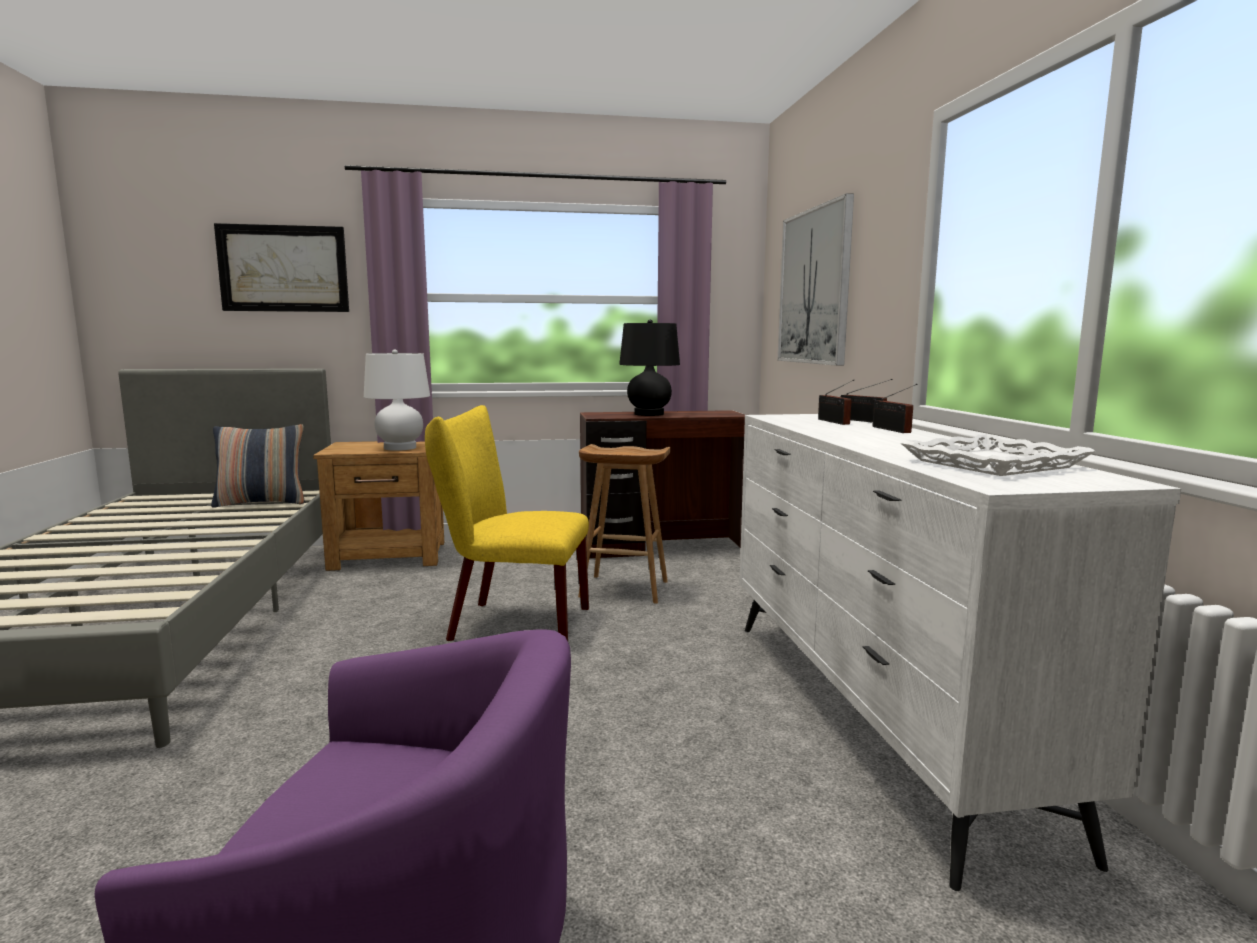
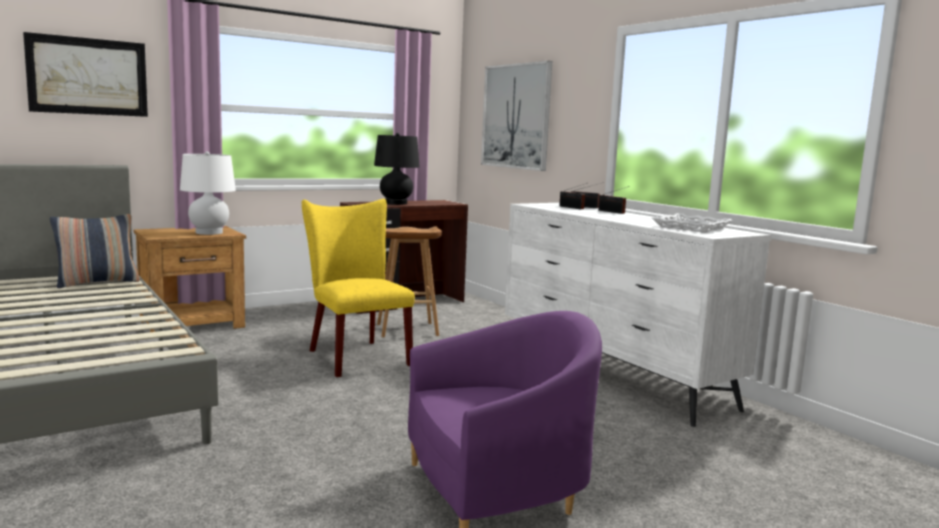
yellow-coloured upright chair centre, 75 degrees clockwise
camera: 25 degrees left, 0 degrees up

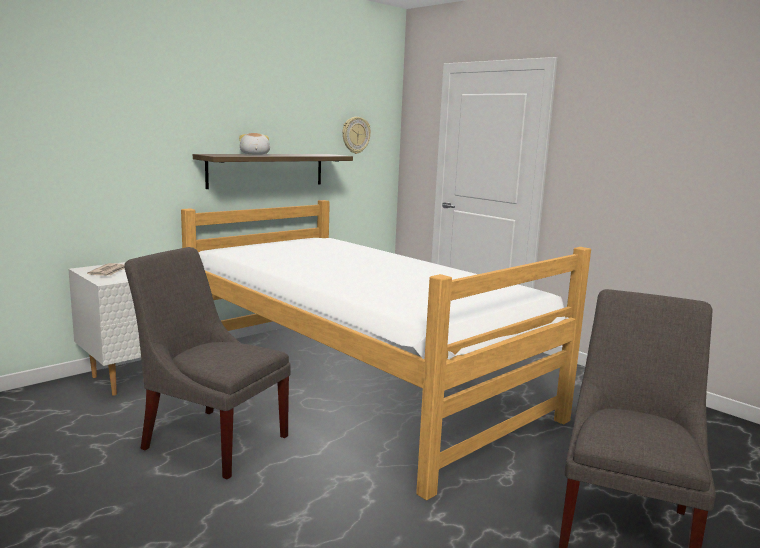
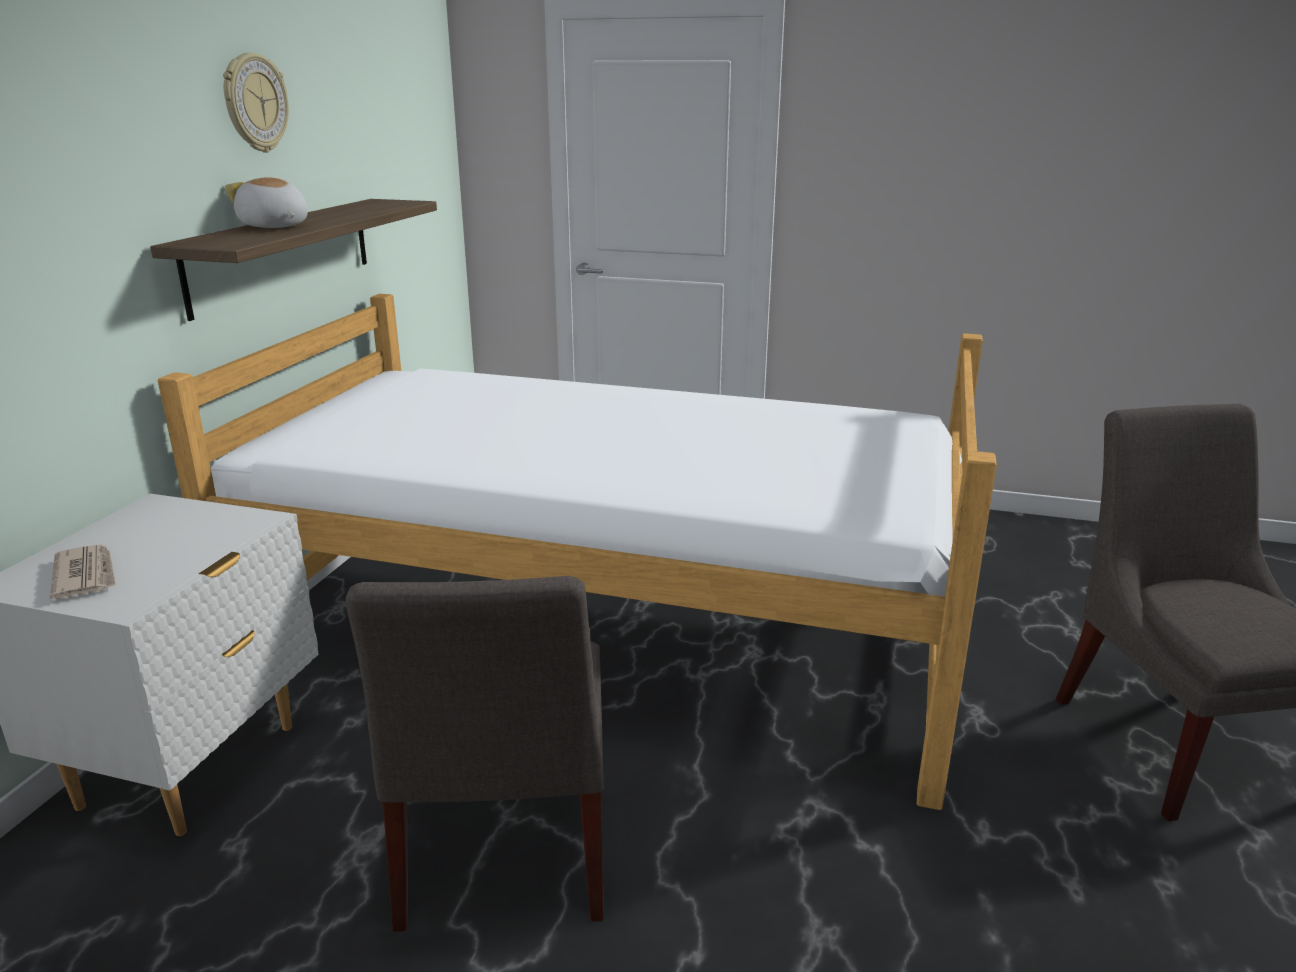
wall clock top centre → wall clock top left, shifted
gray upright chair (no. 1 from left) middle left → gray upright chair (no. 1 from left) bottom centre, 90 degrees counterclockwise
camera: 30 degrees left, 10 degrees up

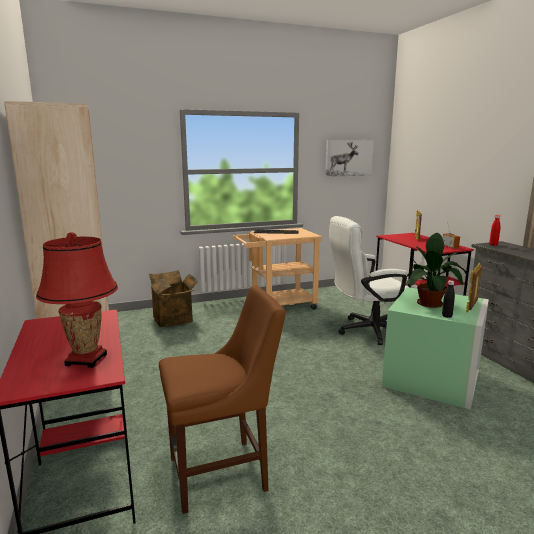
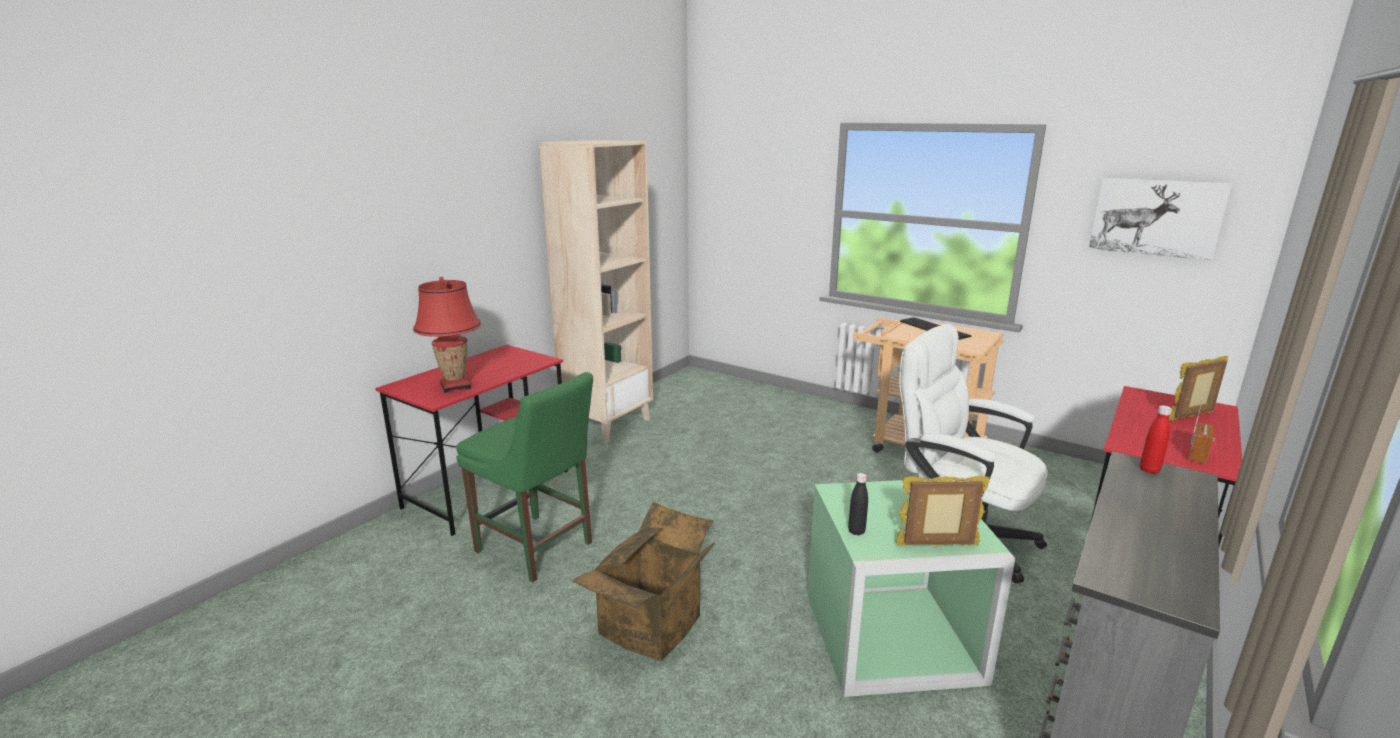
potted plant middle right → -
packing box middle left → packing box bottom centre, shifted
brownish upright chair bottom centre → green-coloured upright chair centre
camera: 55 degrees right, 5 degrees up

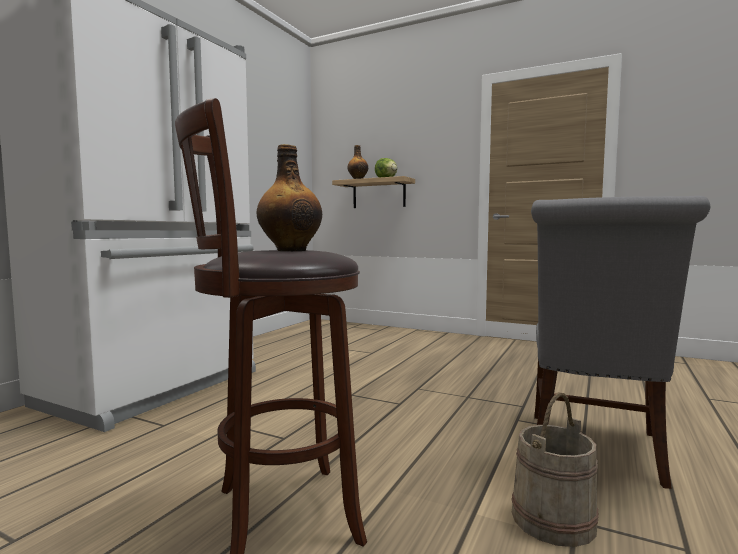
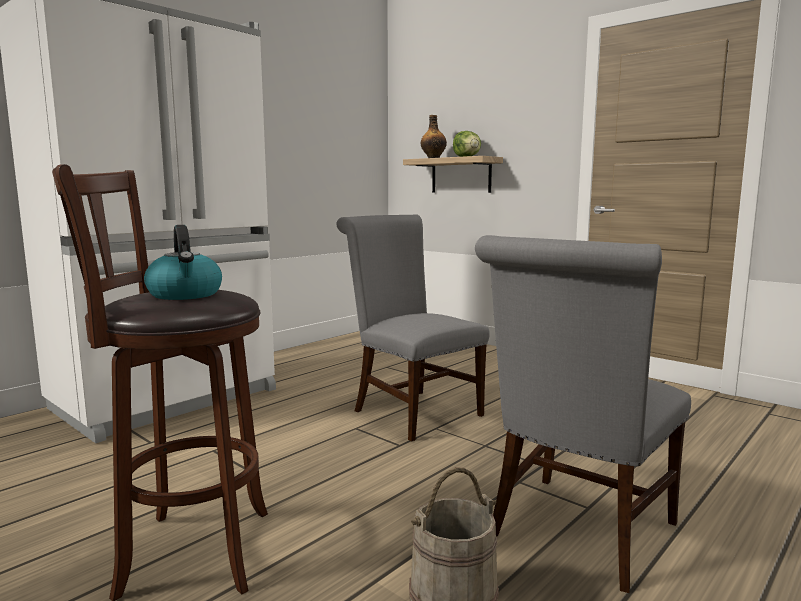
- → gray upright chair (no. 1 from left) centre
beverage bottle (no. 1 from left) centre → tea kettle middle left
camera: 15 degrees right, 5 degrees up

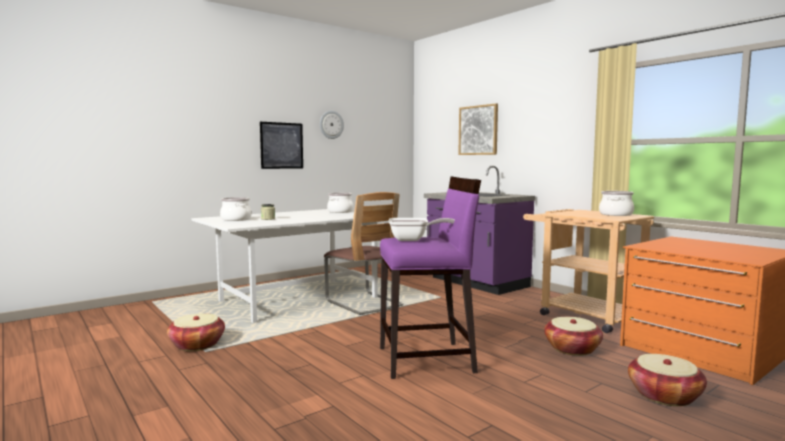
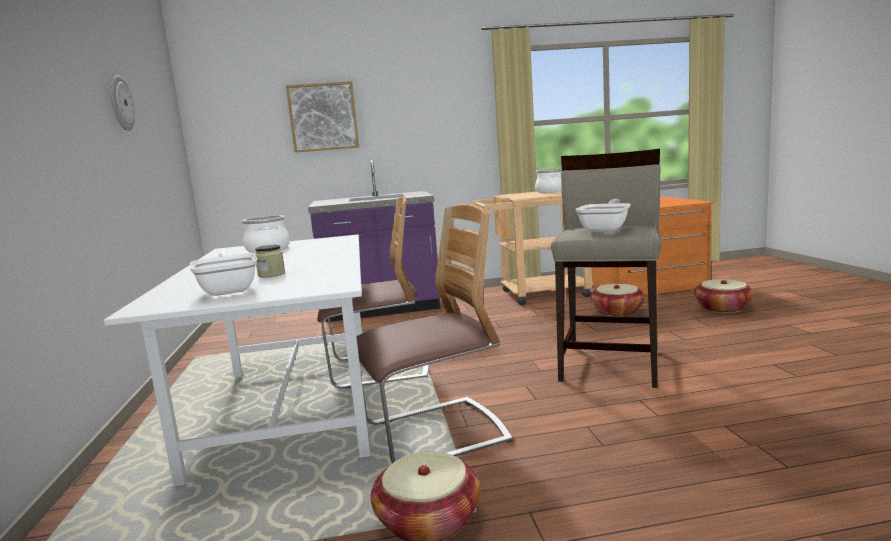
picture (no. 1 from left) top centre → -
- → upright chair (no. 2 from left) centre
cooking pot (no. 1 from left) middle left → pan (no. 1 from left) middle left
purplish stool seat centre → sand-coloured stool seat middle right
camera: 60 degrees left, 5 degrees up

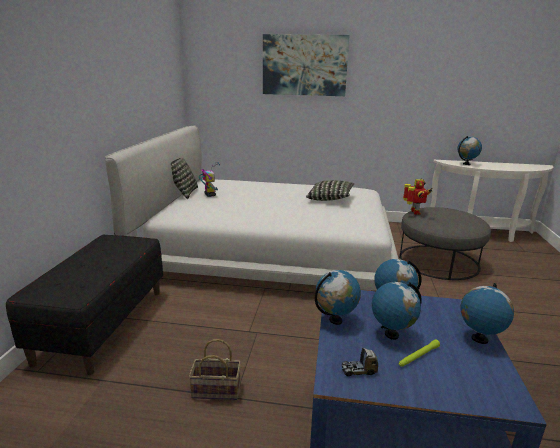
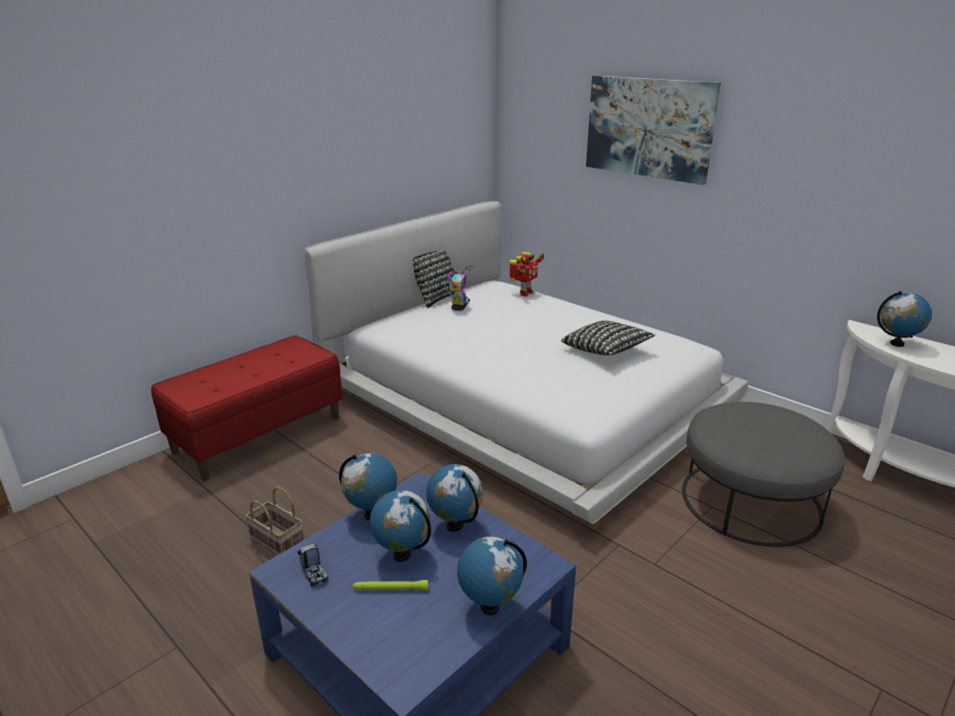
robot figure (no. 2 from left) middle right → robot figure (no. 2 from left) centre, shifted
black indoor bench bottom left → reddish indoor bench middle left
model truck bottom centre → model truck bottom left, 150 degrees counterclockwise
camera: 35 degrees right, 5 degrees up

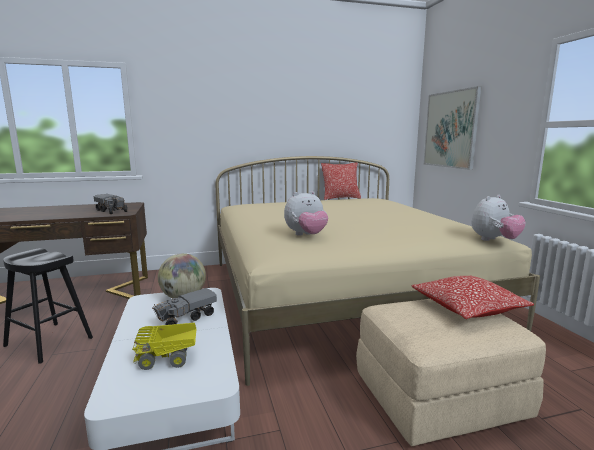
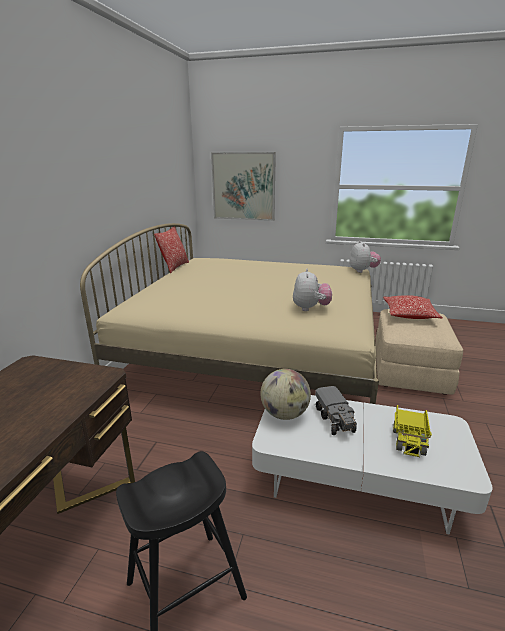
model truck (no. 1 from left) middle left → -
camera: 60 degrees left, 10 degrees up

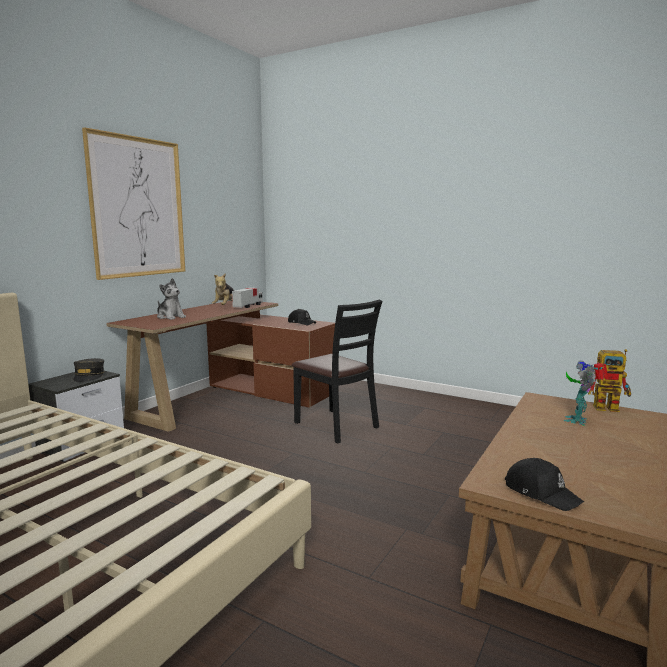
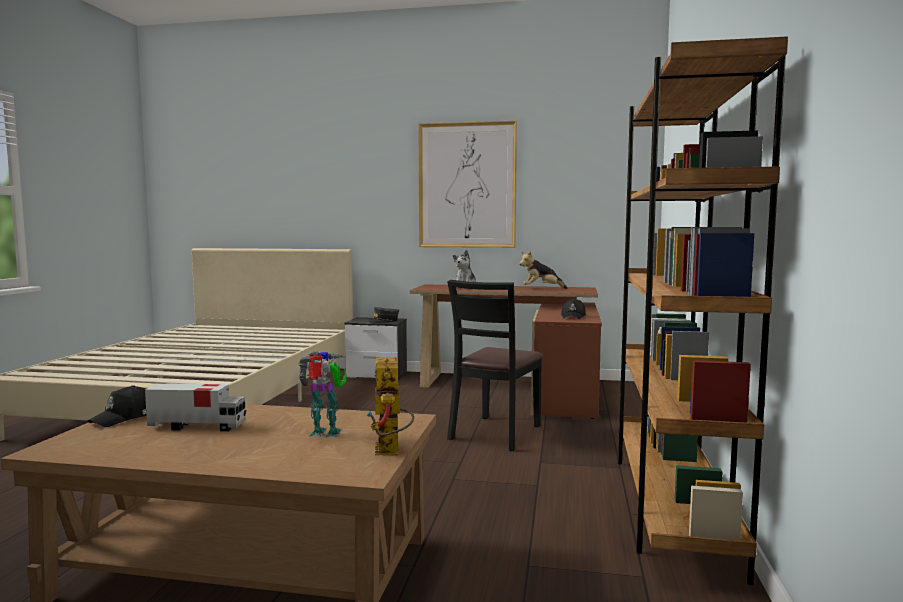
- → brownish shelving unit middle right
model truck centre → model truck bottom left, shifted
camera: 70 degrees right, 5 degrees down

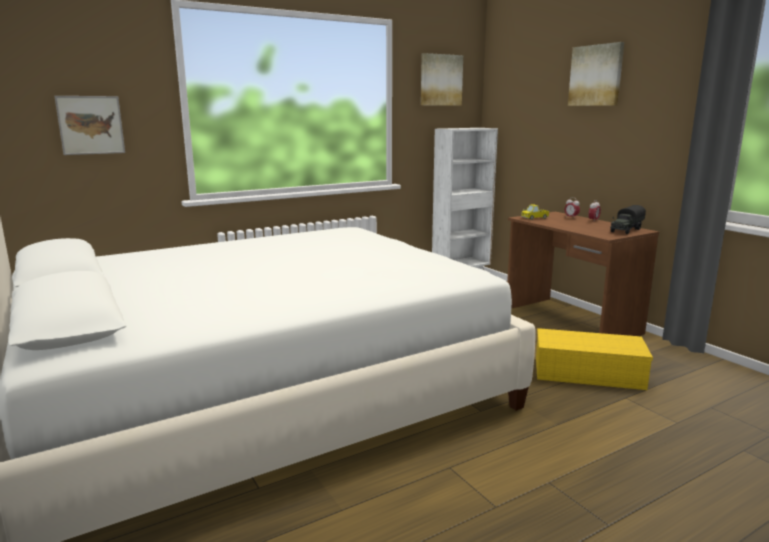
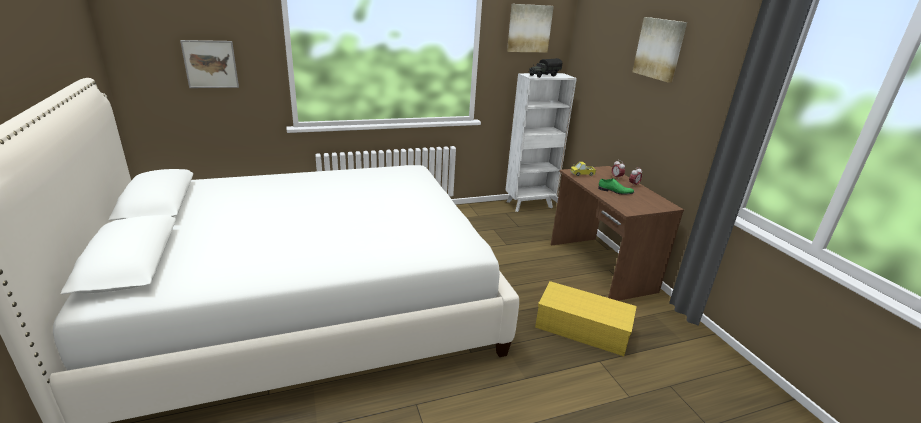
- → green-coloured low shoe middle right
model truck (no. 2 from left in the first image) middle right → model truck (no. 1 from left) top centre, shifted
camera: 10 degrees right, 10 degrees up

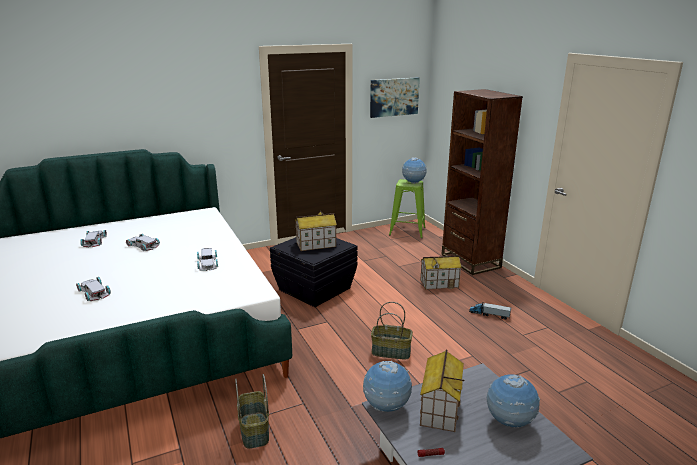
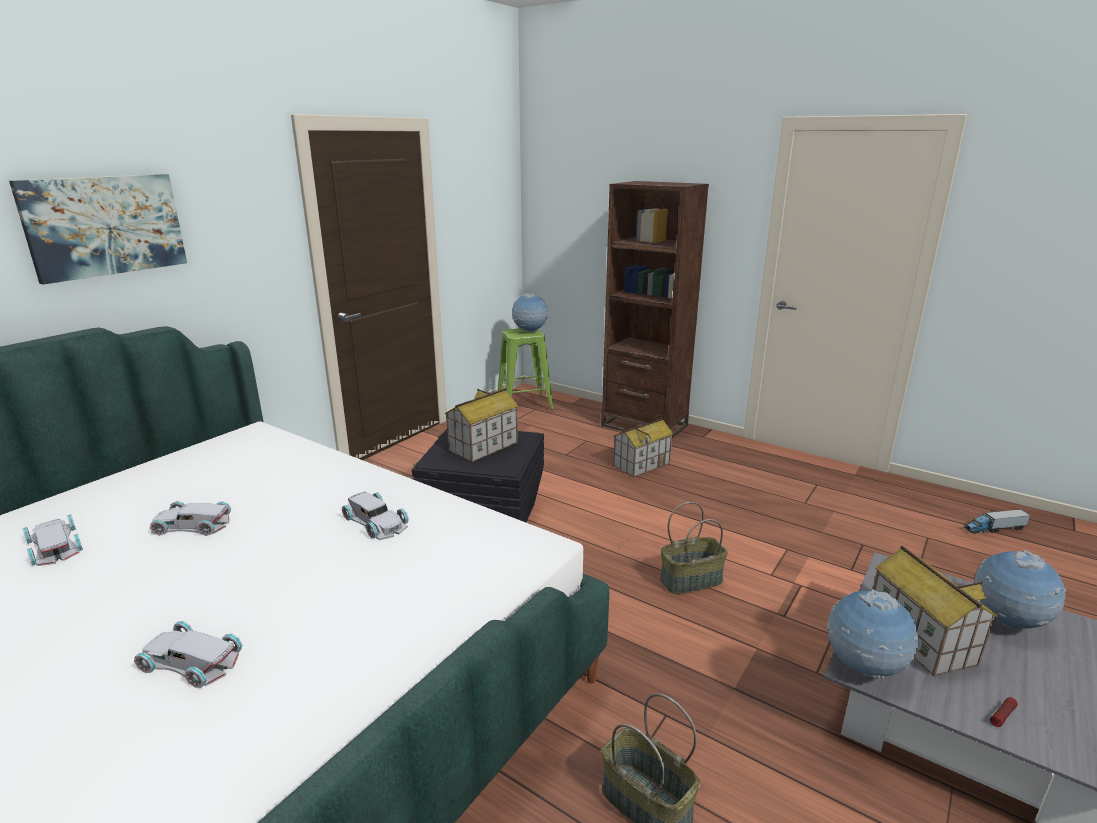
picture top centre → picture top left, shifted
model truck bottom right → model truck middle right, shifted
camera: 30 degrees left, 0 degrees up

